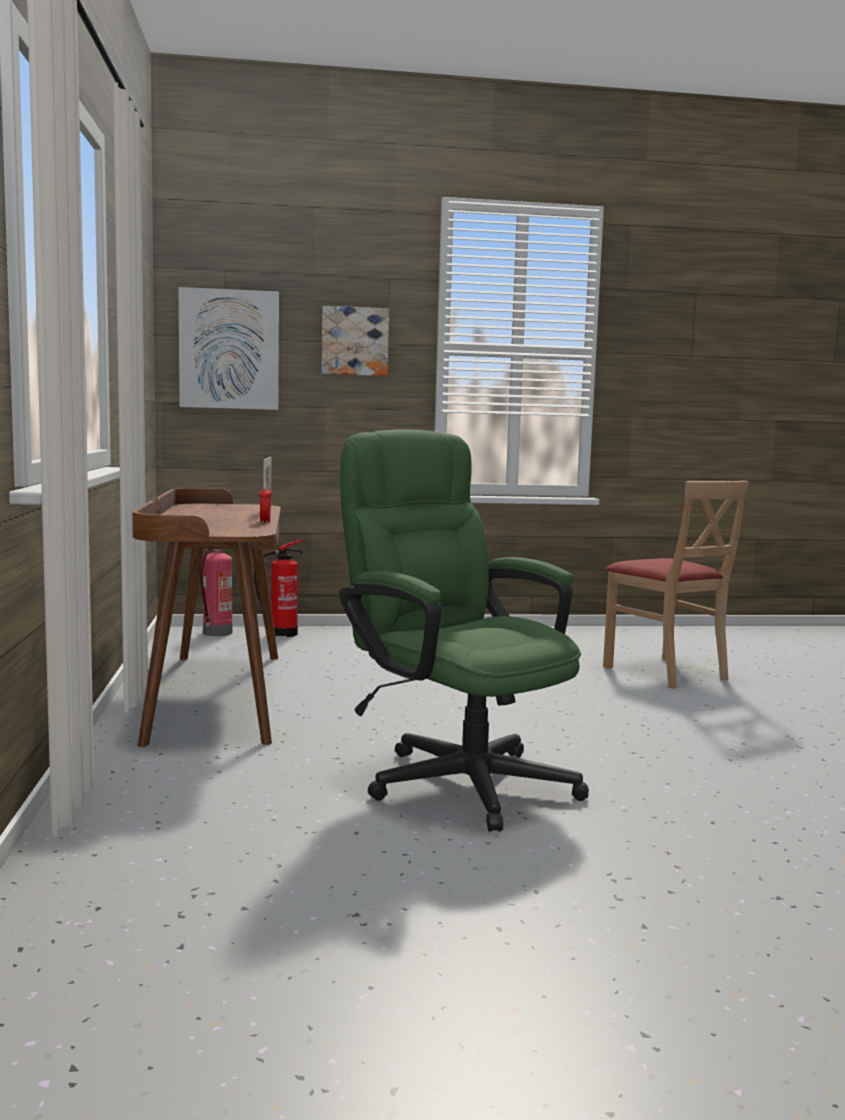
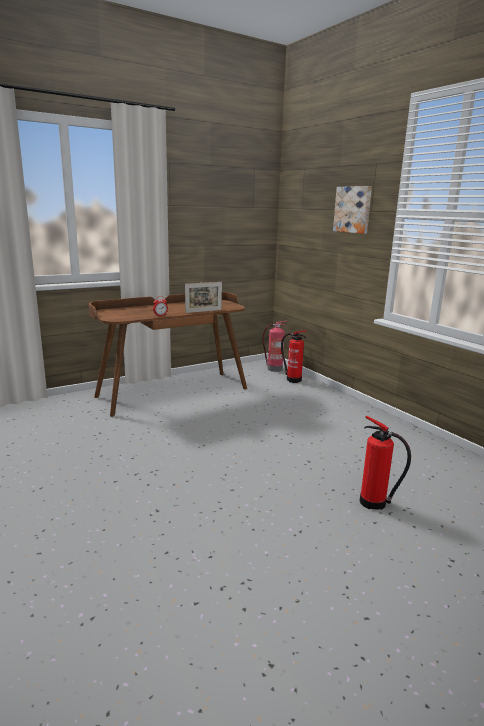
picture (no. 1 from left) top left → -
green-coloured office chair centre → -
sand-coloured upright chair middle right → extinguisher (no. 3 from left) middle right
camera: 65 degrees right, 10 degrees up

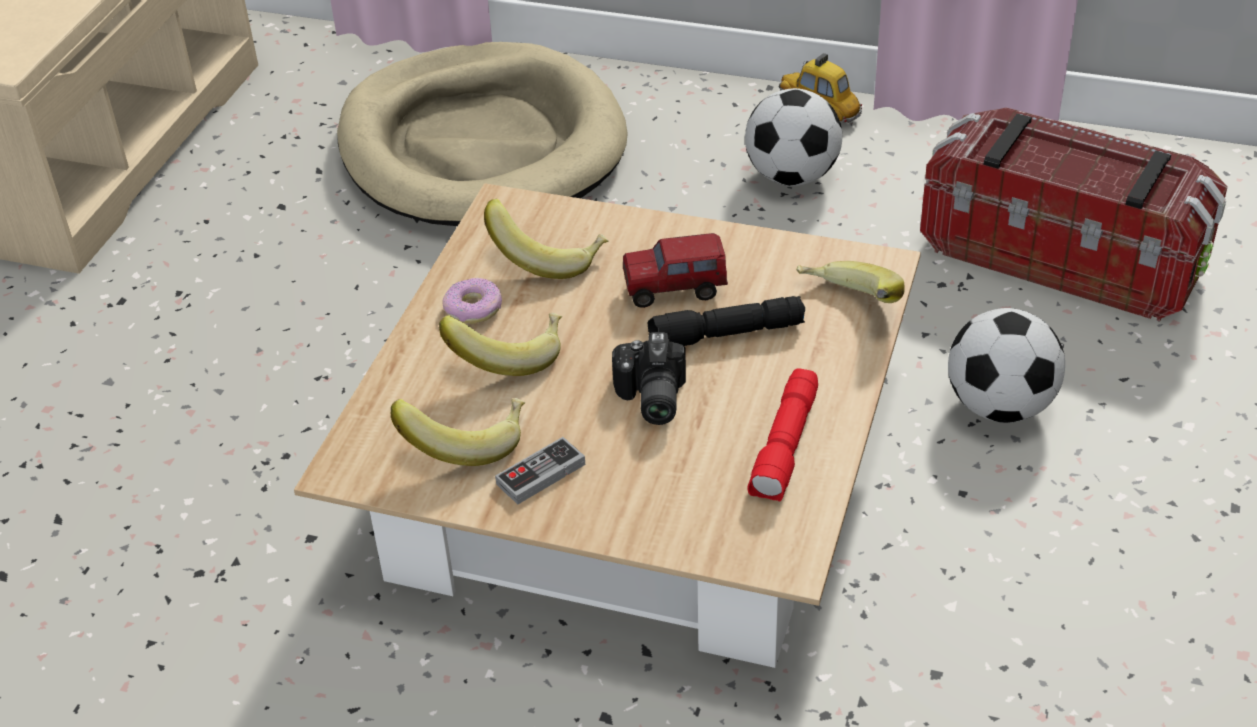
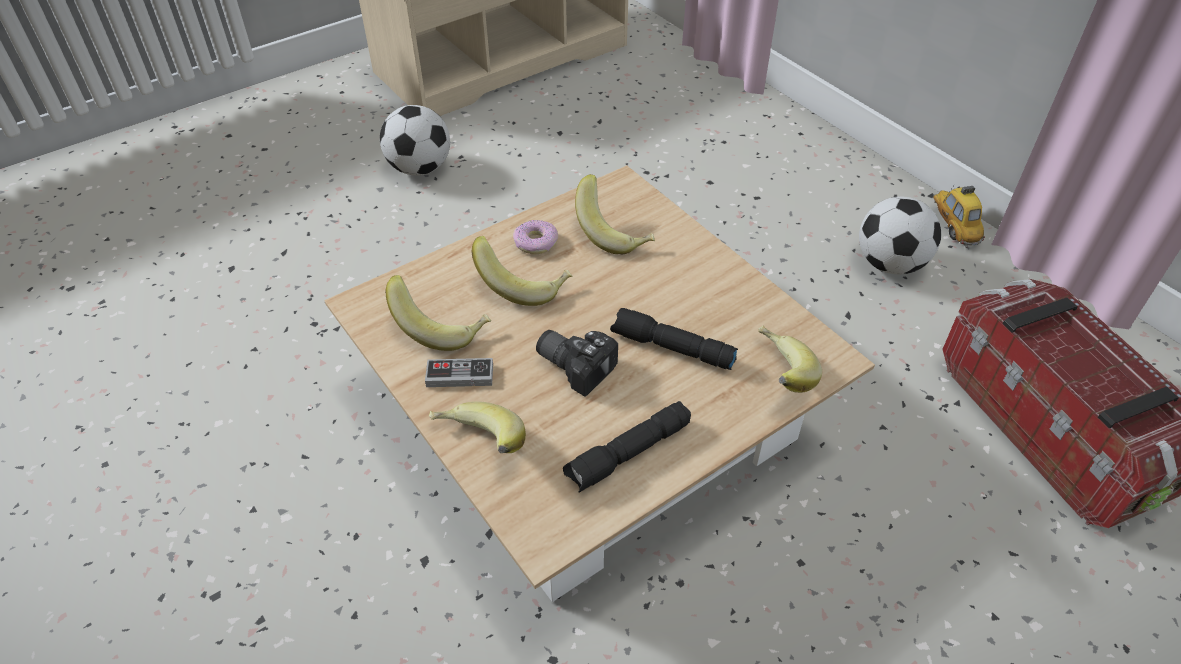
sand-coloured dog cushion top centre → -
model truck centre → -
- → whole banana (no. 2 from left) centre
ball for football (no. 2 from left in the first image) middle right → ball for football (no. 1 from left) top centre, shifted
reddish hand torch centre → black hand torch (no. 1 from left) bottom centre
still camera centre, 90 degrees clockwise
camera: 35 degrees right, 5 degrees up

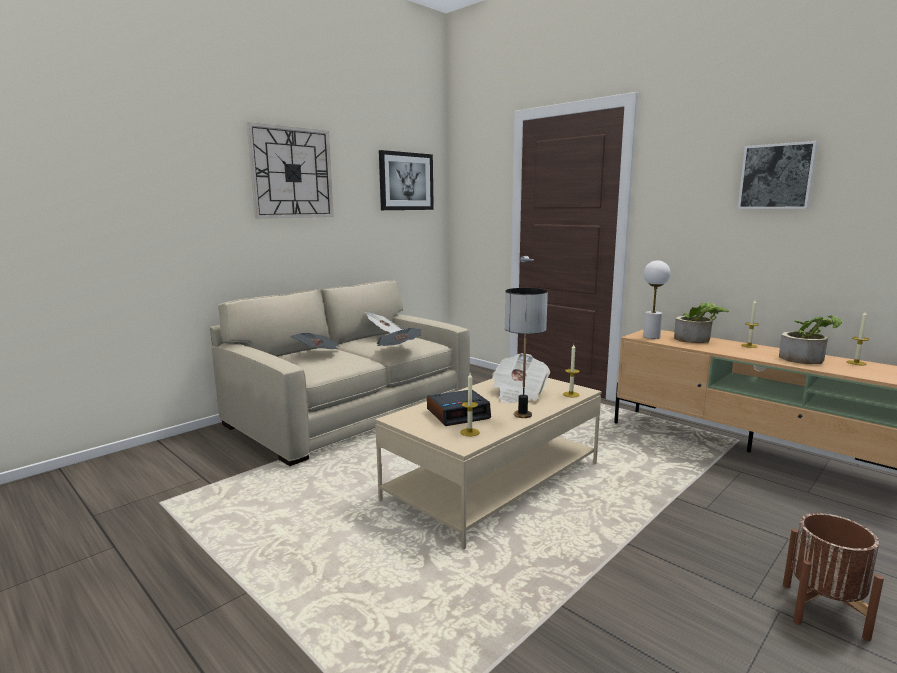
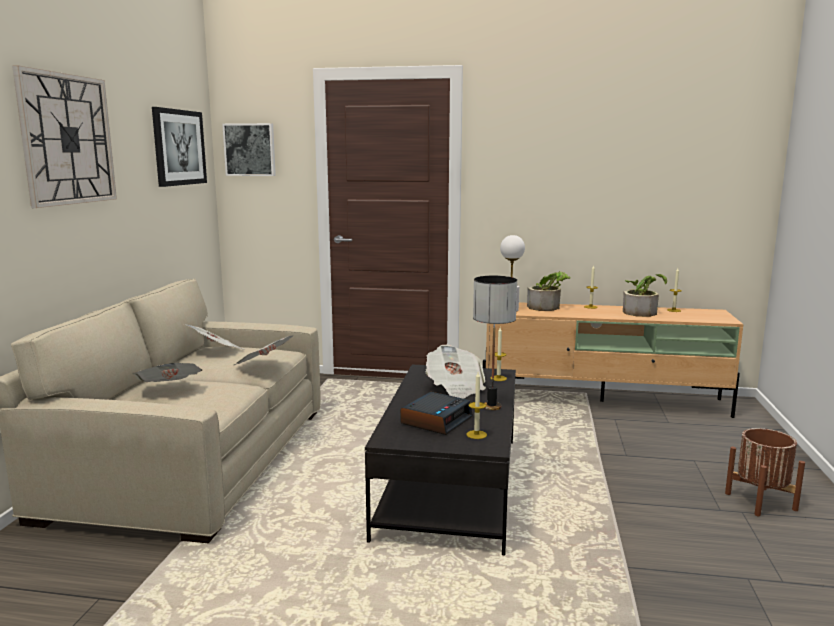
picture (no. 2 from left) top right → picture (no. 2 from left) top left, shifted
sand-coloured low table bottom centre → black low table bottom centre
camera: 35 degrees left, 0 degrees up

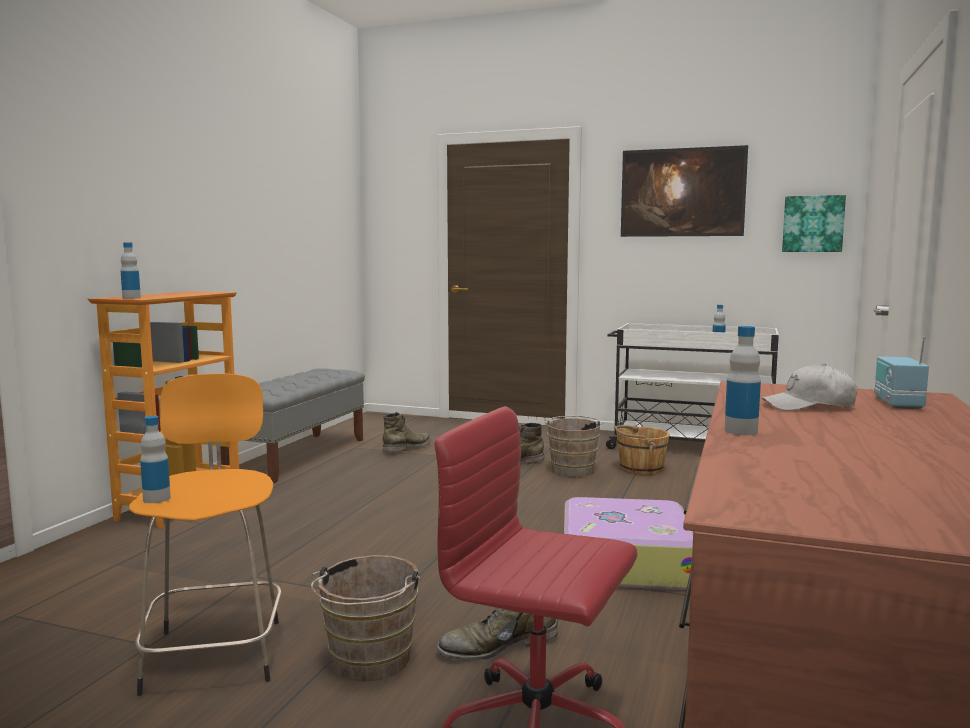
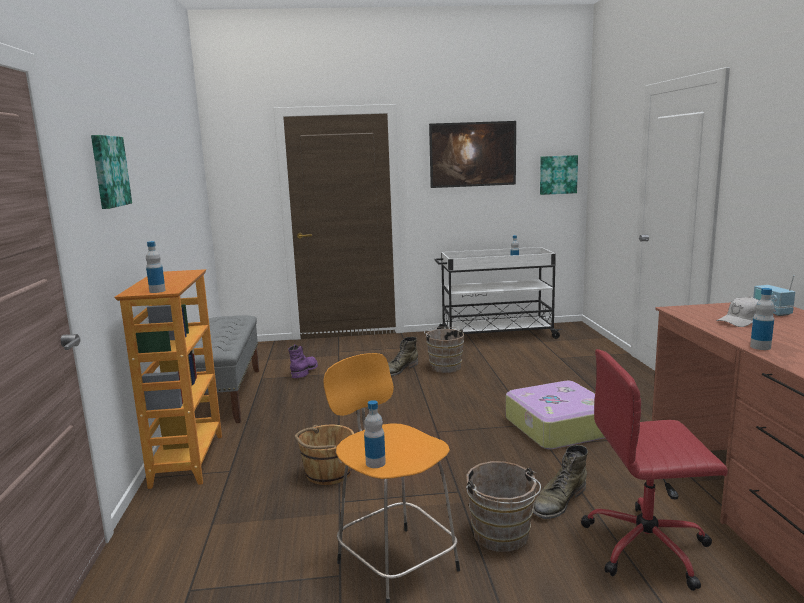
- → picture (no. 1 from left) top left
brownish bucket (no. 3 from left in the first image) centre → brownish bucket (no. 1 from left) bottom centre, shifted
green-coloured high-top boot (no. 1 from left) centre → purplish high-top boot centre
camera: 25 degrees left, 5 degrees up

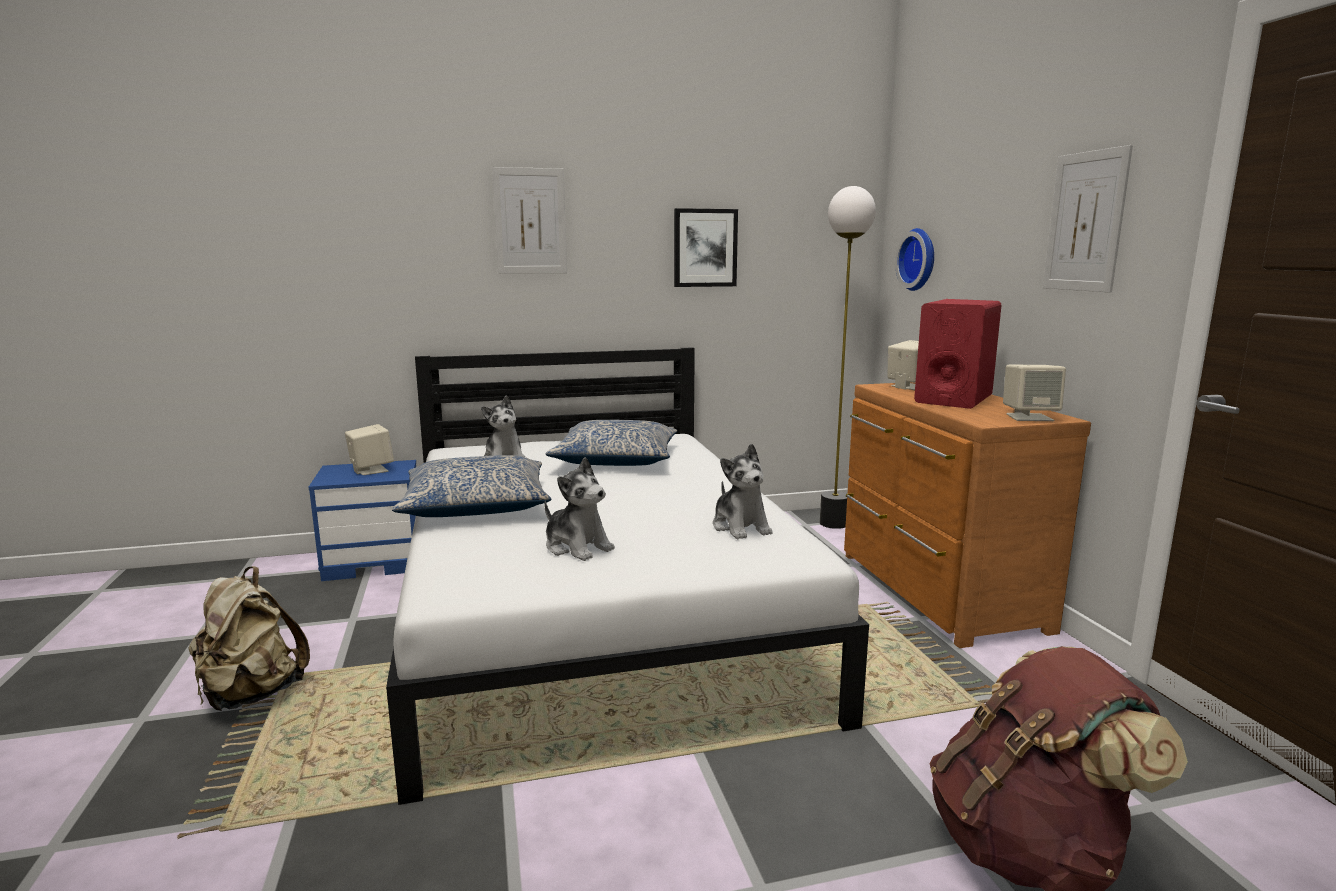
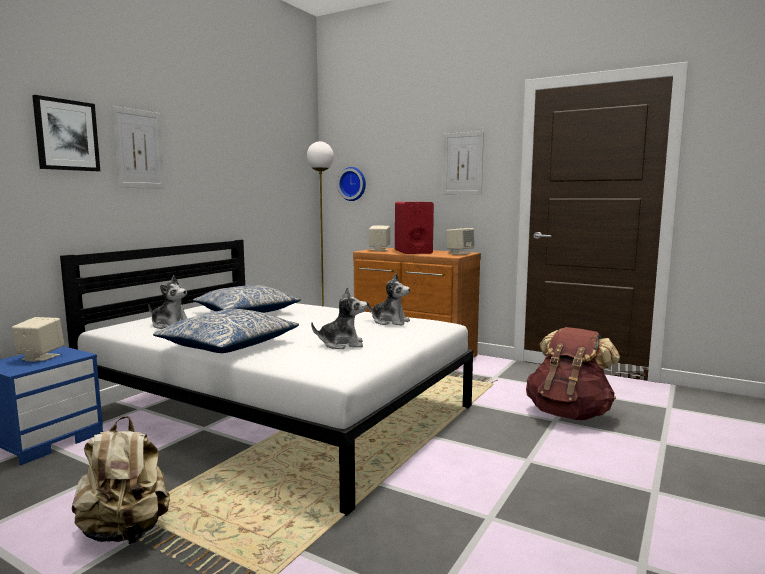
picture (no. 2 from left in the first image) top centre → picture (no. 1 from left) top left, shifted
camera: 45 degrees left, 5 degrees down

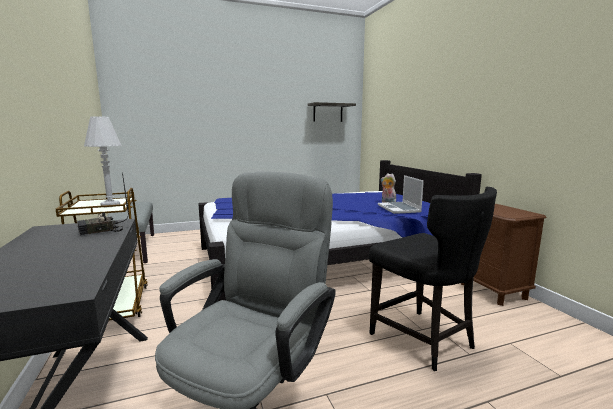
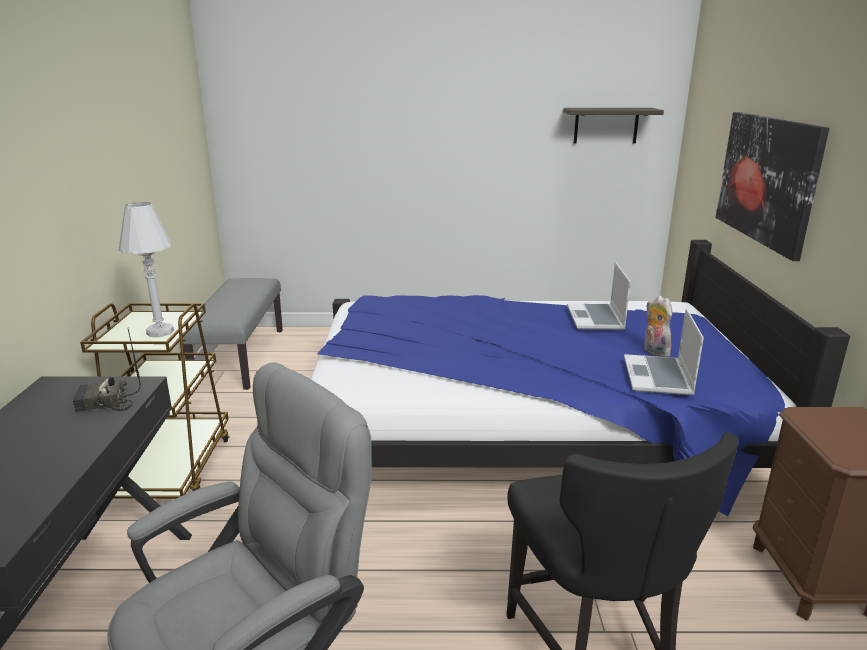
- → portable computer (no. 1 from left) middle right
- → picture top right
camera: 20 degrees right, 10 degrees up

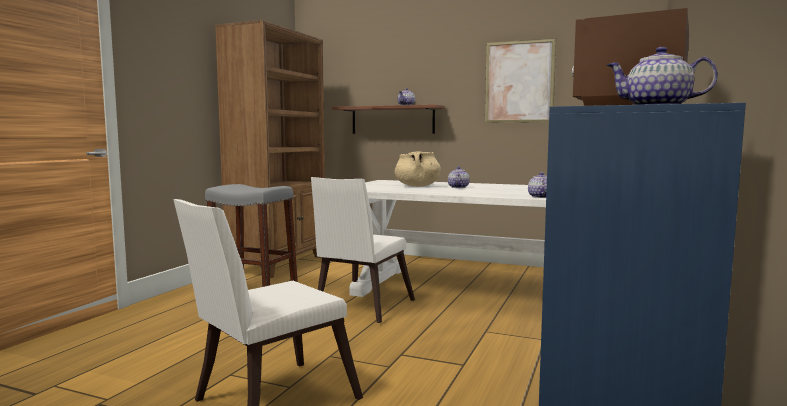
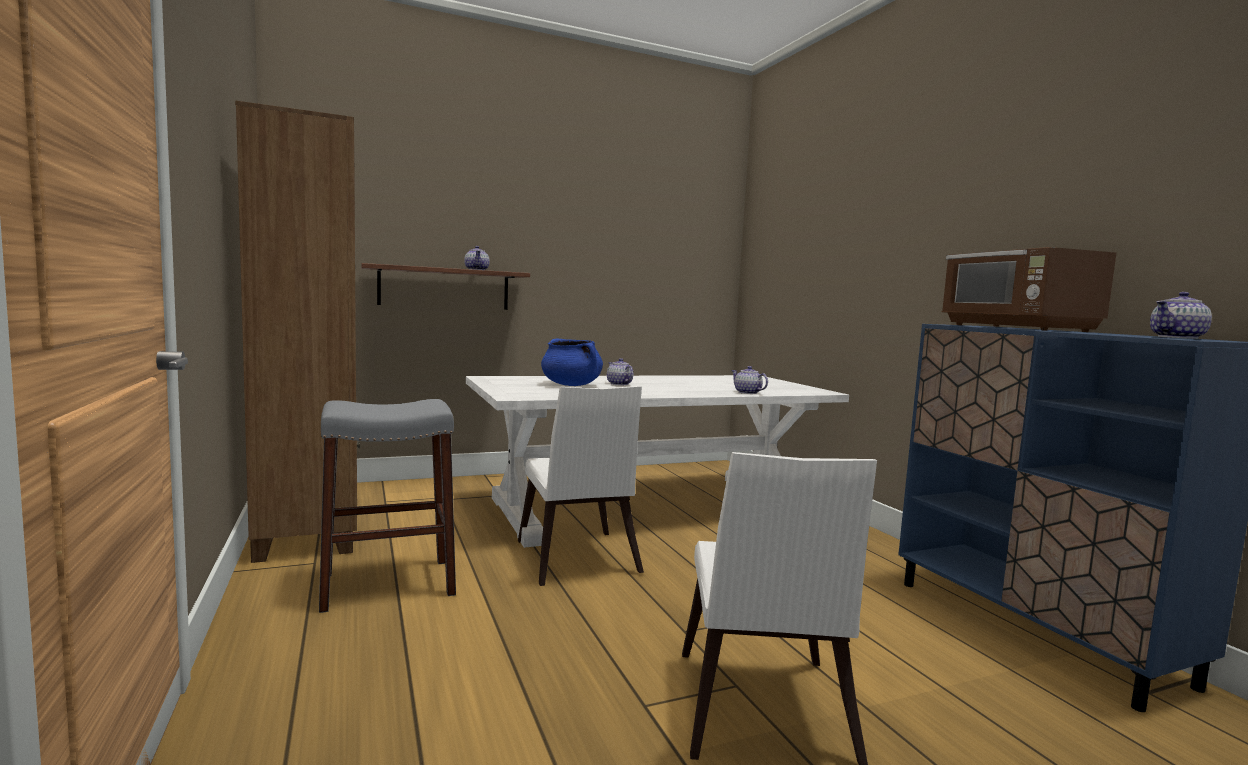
picture top centre → -
sand-coloured cooking pot centre → blue cooking pot centre
camera: 45 degrees left, 0 degrees up

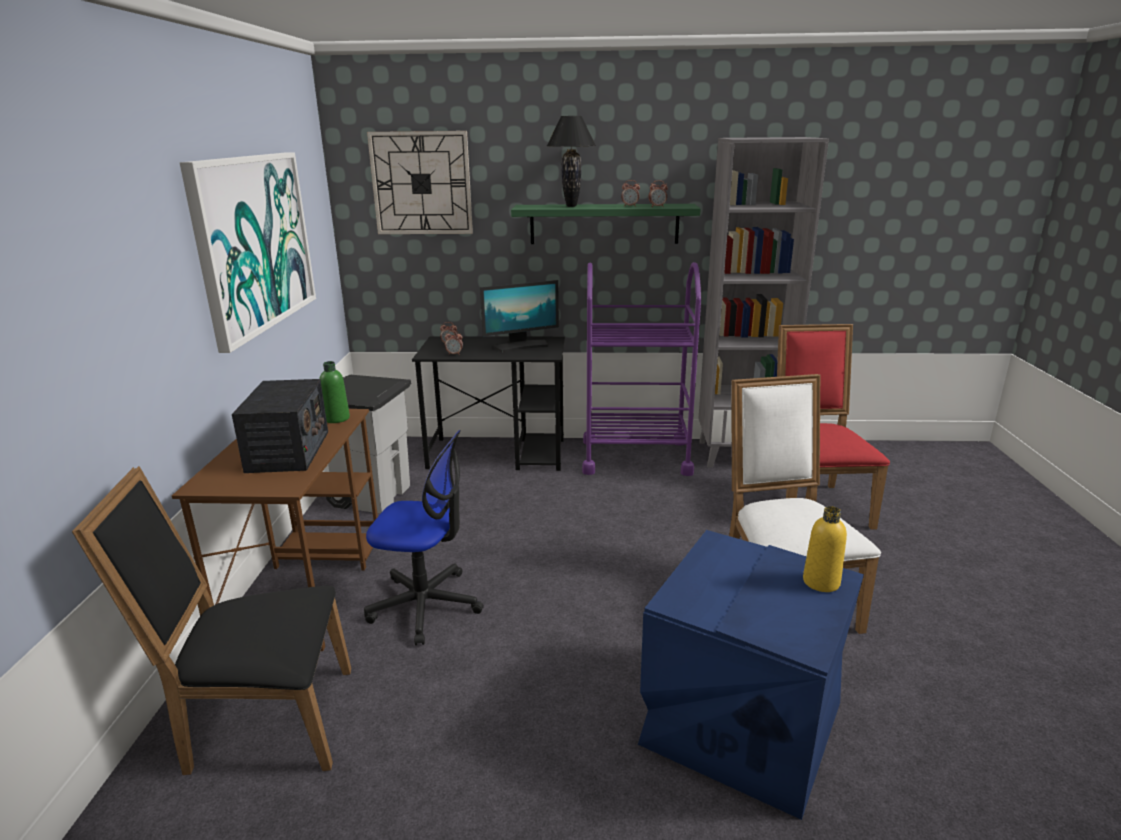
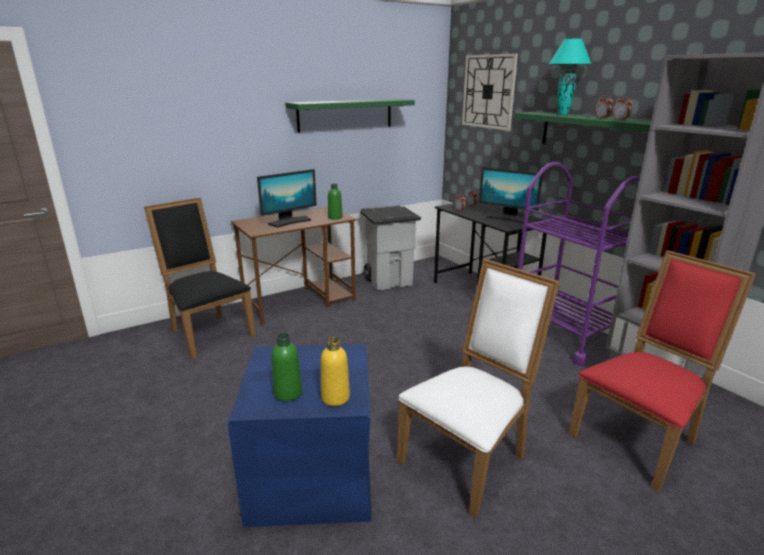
office chair centre → -
- → green-coloured beverage bottle (no. 1 from left) centre
picture top left → green-coloured bracket shelf (no. 1 from left) top centre
radio receiver middle left → monitor (no. 1 from left) centre
black lamp for a table top centre → turquoise-coloured lamp for a table top right
camera: 55 degrees right, 0 degrees up

